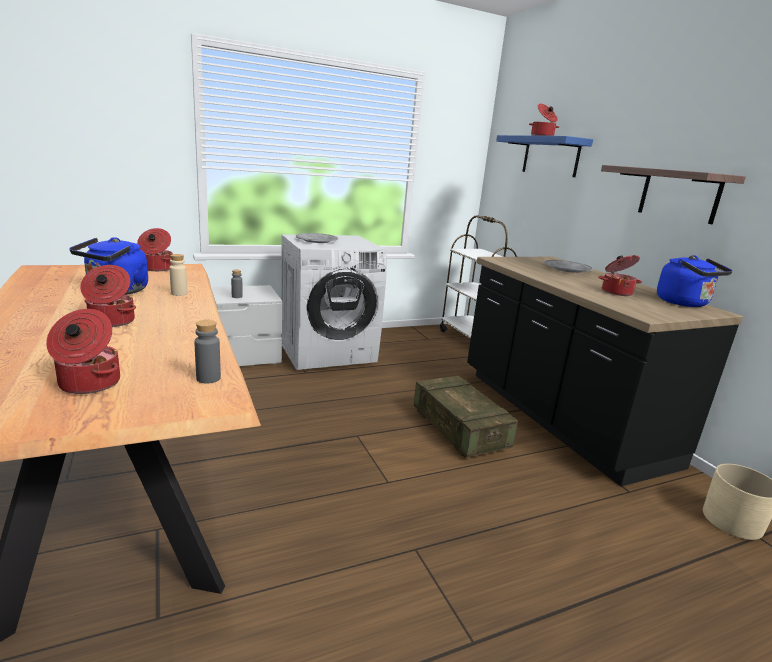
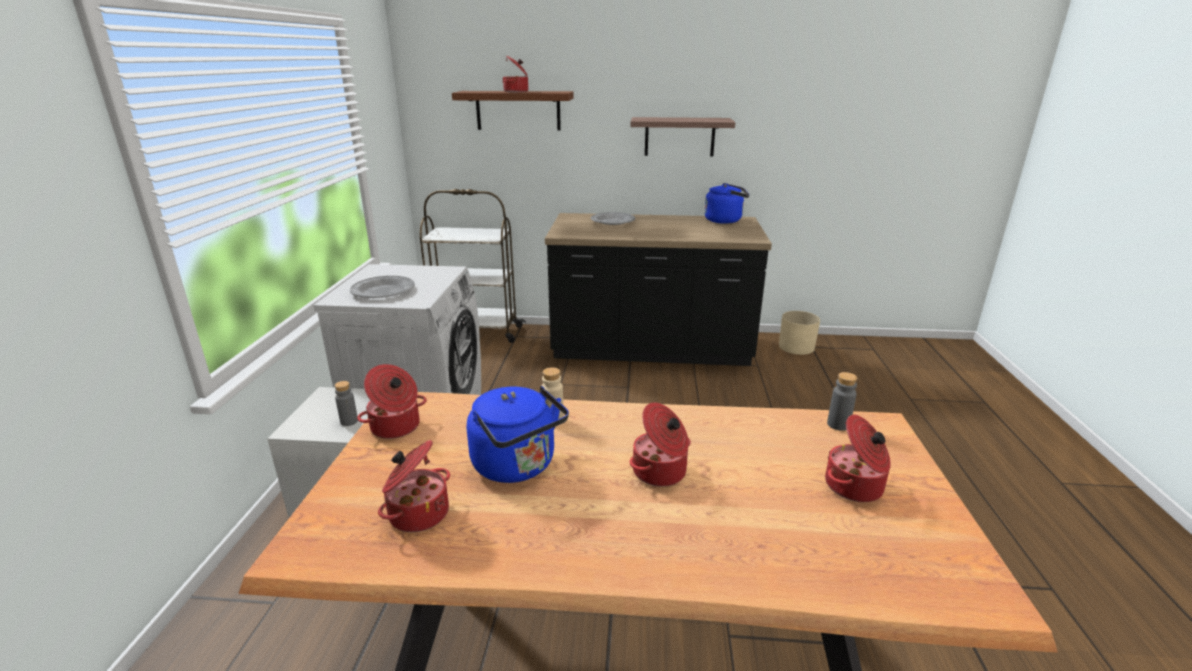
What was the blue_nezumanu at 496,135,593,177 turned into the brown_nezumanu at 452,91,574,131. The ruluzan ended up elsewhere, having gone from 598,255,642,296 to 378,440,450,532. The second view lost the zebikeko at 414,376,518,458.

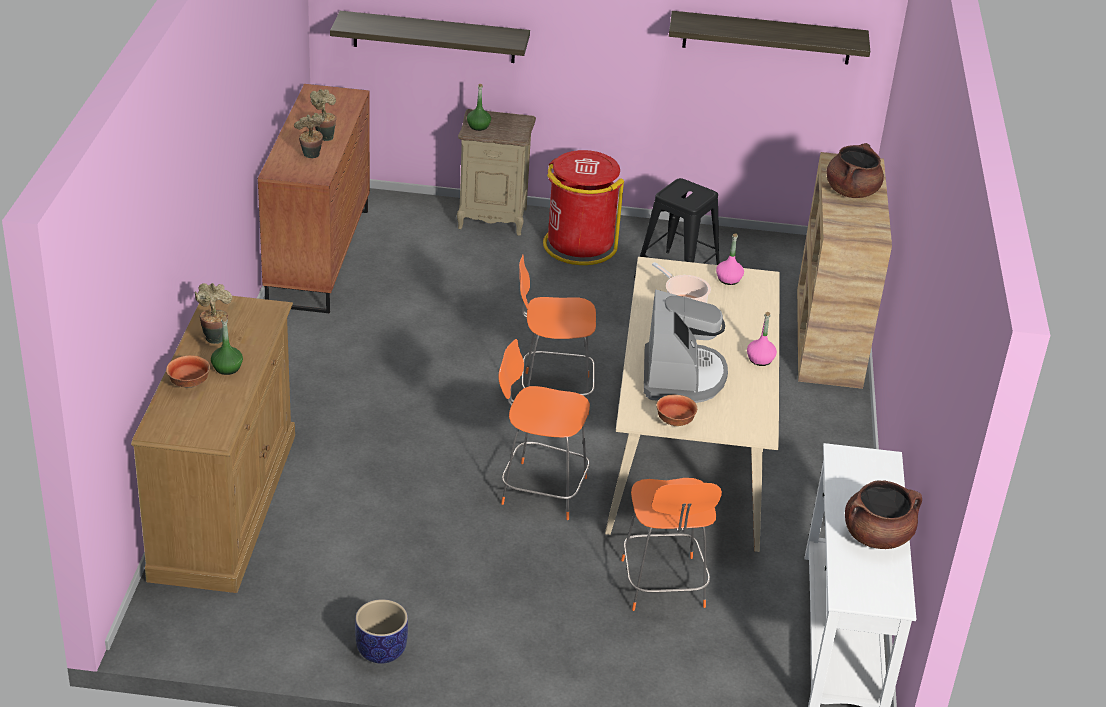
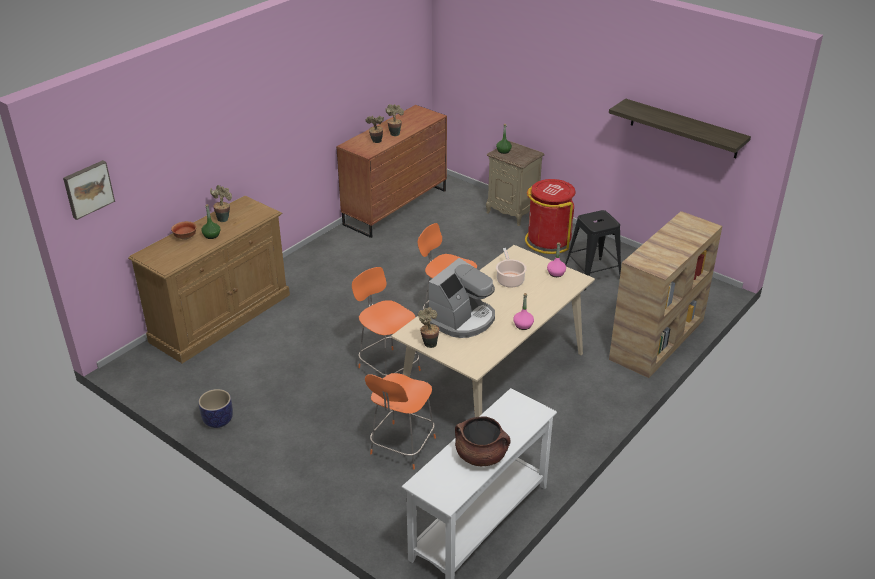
The second view lost the nezumanu at 330,11,530,63. The second view lost the brown_ruluzan at 826,143,884,198. Where the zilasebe stood at 656,394,697,426, the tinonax came to stand at 418,307,439,348. The second view gained the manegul at 63,160,115,220.

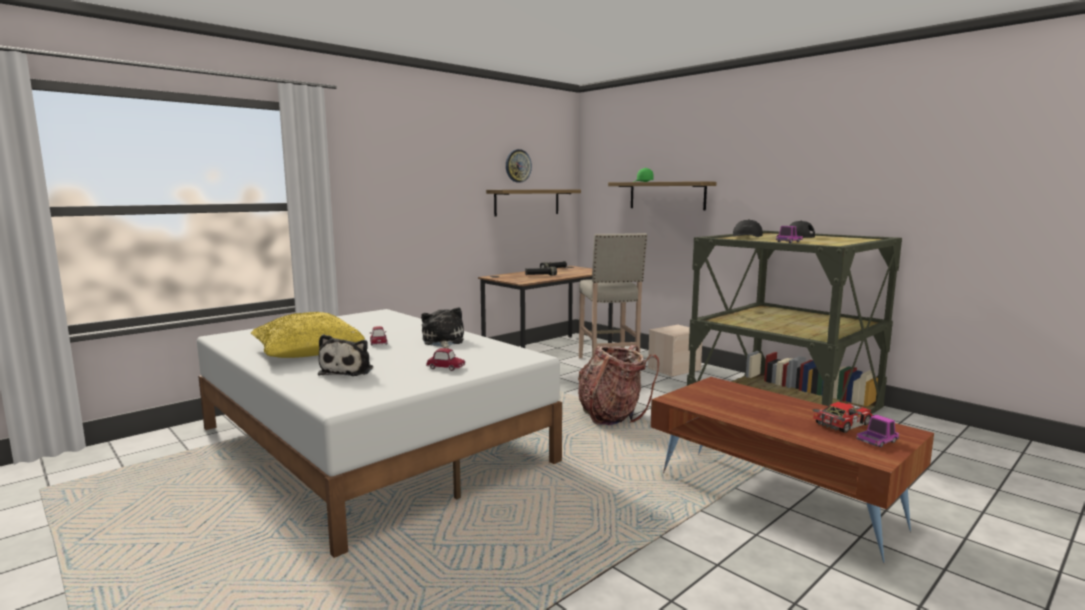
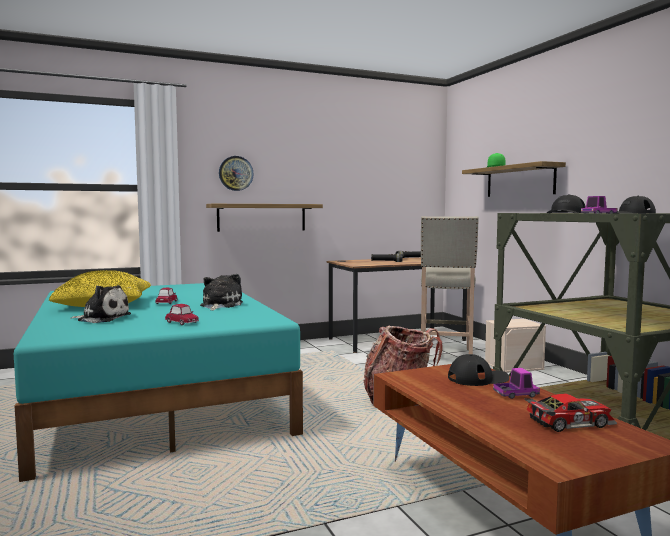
The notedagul ended up elsewhere, having gone from 506,149,532,183 to 219,156,254,191. The nezumanu ended up elsewhere, having gone from 486,190,581,216 to 206,204,323,232. What was the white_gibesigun at 197,309,562,558 turned into the turquoise_gibesigun at 14,283,303,482. The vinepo at 318,334,373,376 ended up facing another way, 105 degrees counterclockwise from before. The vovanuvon ended up elsewhere, having gone from 856,415,899,447 to 493,368,540,399. The second view gained the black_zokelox at 448,354,509,386.

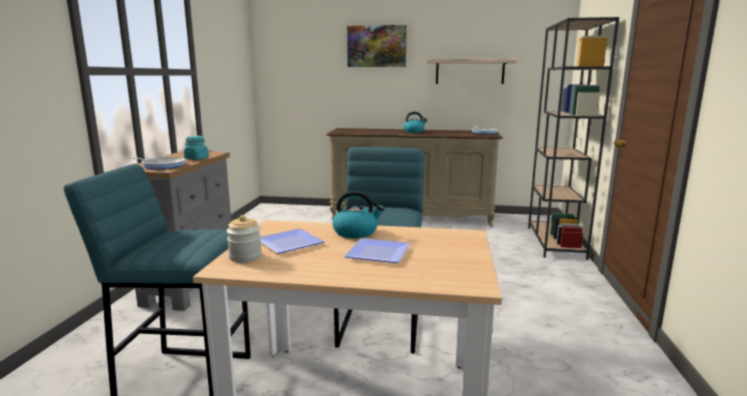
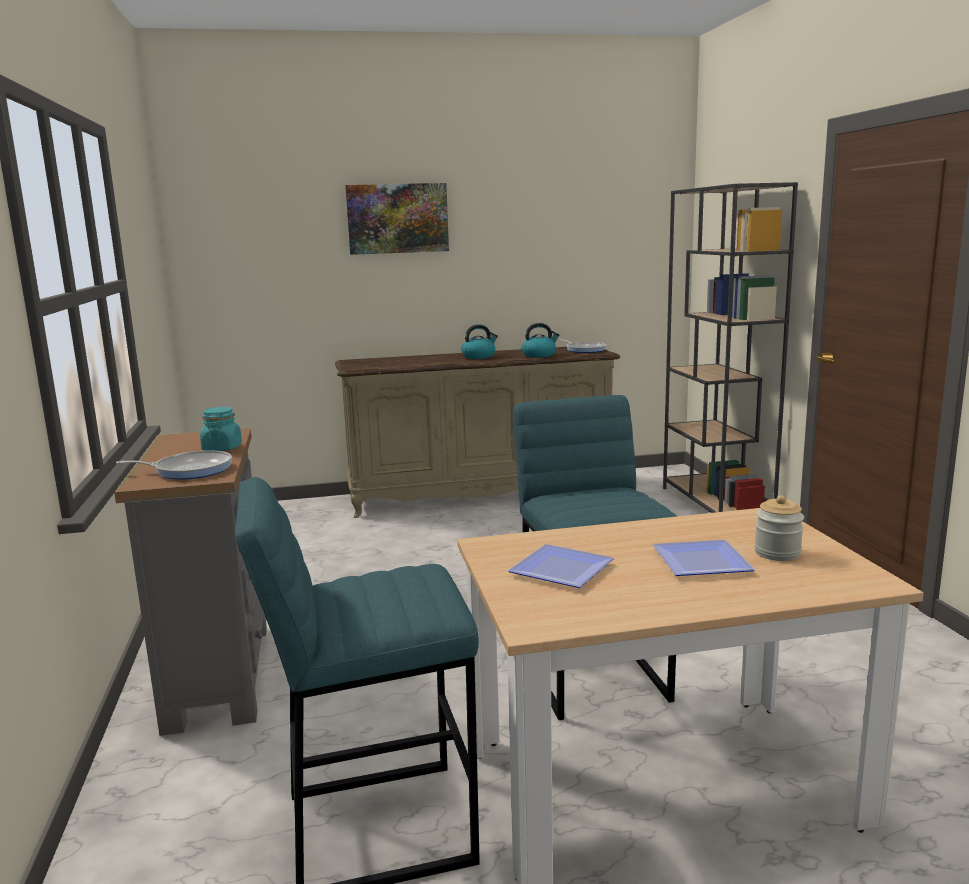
The second view lost the nezumanu at 427,59,518,84. The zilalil ended up elsewhere, having gone from 333,191,384,238 to 522,323,559,358. The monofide ended up elsewhere, having gone from 226,215,262,263 to 754,495,804,561.

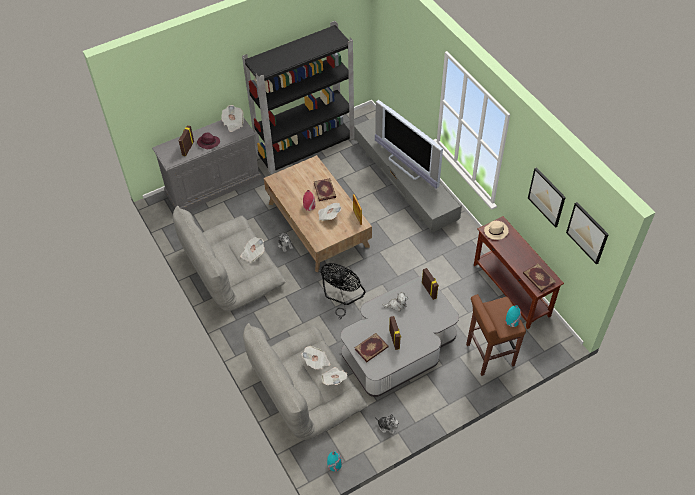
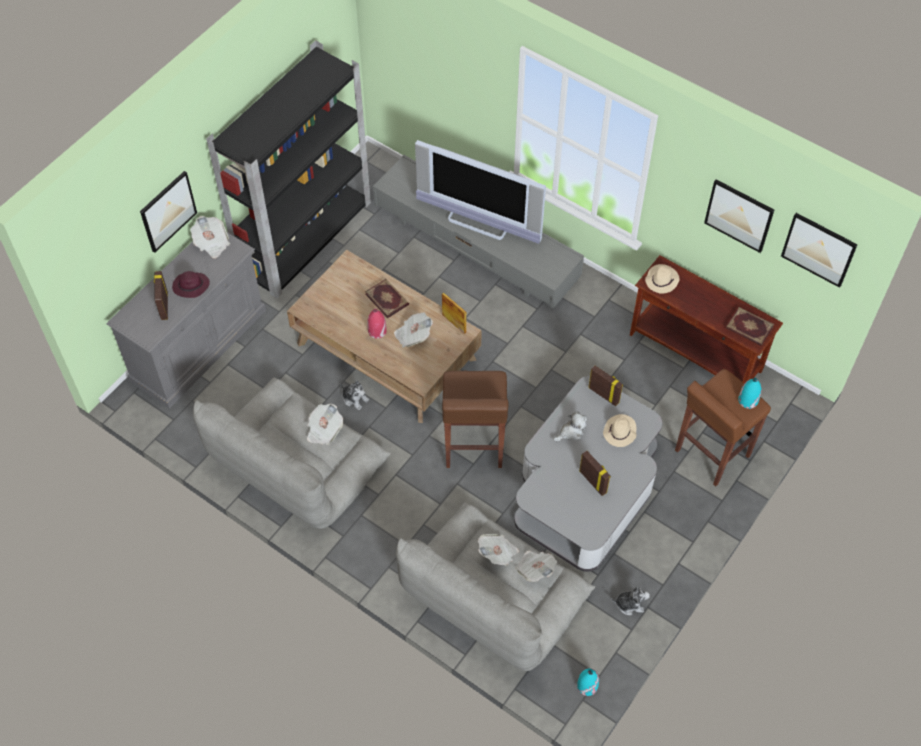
Where the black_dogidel stood at 319,263,365,319, the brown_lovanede came to stand at 442,371,508,468. The second view lost the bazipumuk at 354,333,388,362. The second view gained the manegul at 140,171,197,253. The second view gained the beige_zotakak at 603,414,636,447.

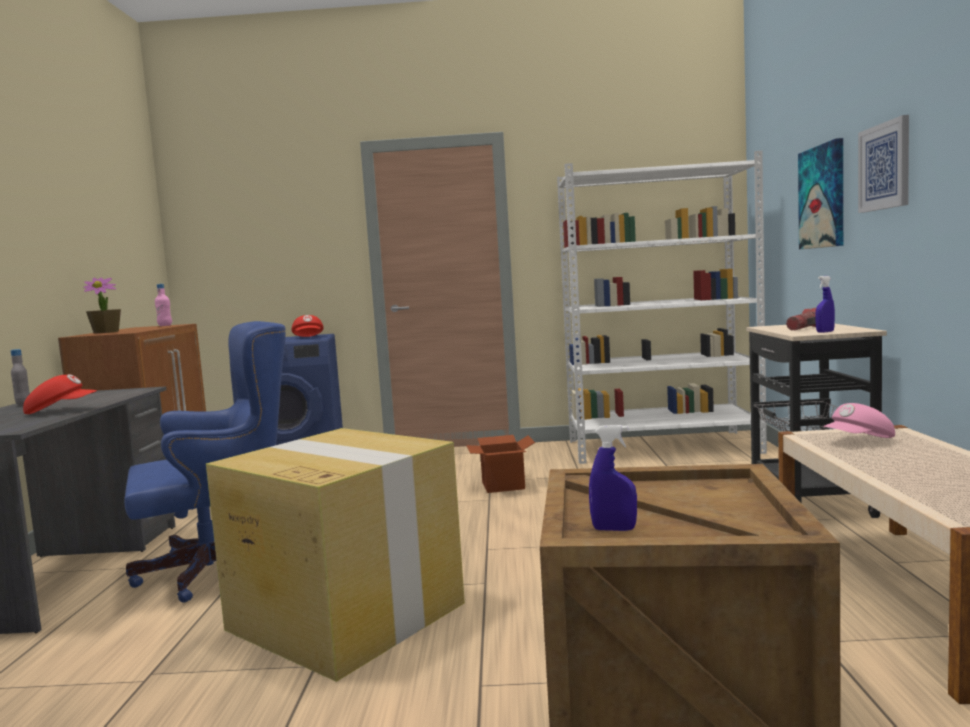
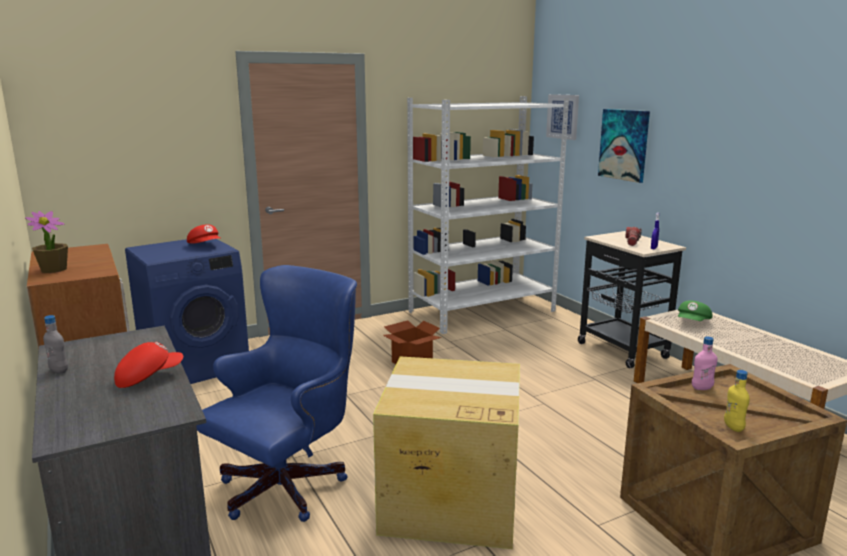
The manegul ended up elsewhere, having gone from 858,115,909,213 to 546,94,579,140. The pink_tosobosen ended up elsewhere, having gone from 155,284,172,326 to 692,336,717,390. What was the pink_zokelox at 823,403,895,438 turned into the green_zokelox at 678,301,713,321. Where the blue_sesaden stood at 589,425,637,531, the yellow_tosobosen came to stand at 724,370,750,432.

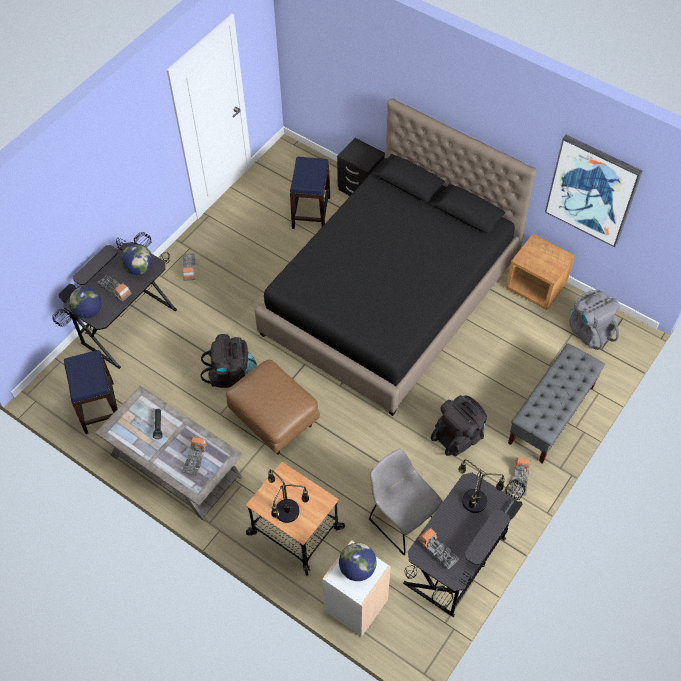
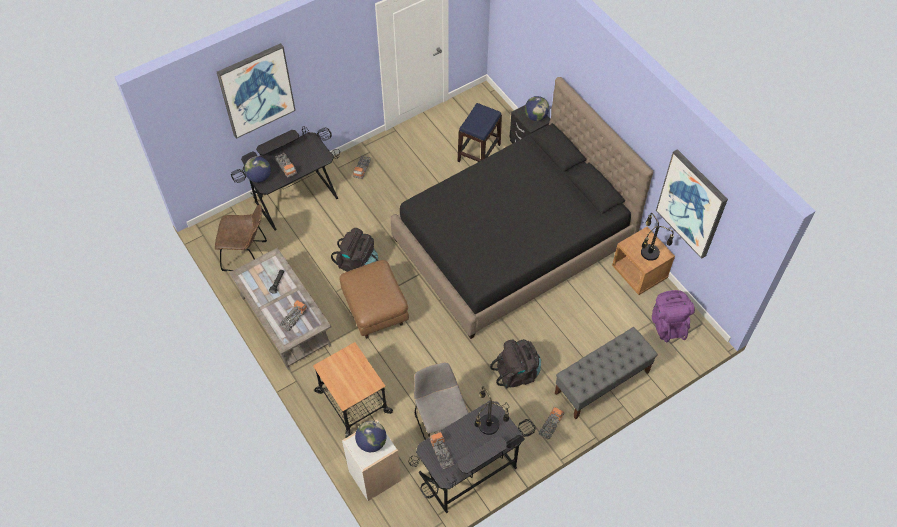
The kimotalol ended up elsewhere, having gone from 121,244,152,275 to 525,96,549,121. What was the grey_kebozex at 569,290,620,350 turned into the purple_kebozex at 652,290,695,342. Where the lovanede stood at 64,350,117,434, the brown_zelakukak came to stand at 215,205,267,271. The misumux ended up elsewhere, having gone from 268,469,309,523 to 641,213,674,261. The second view gained the manegul at 217,43,296,139.

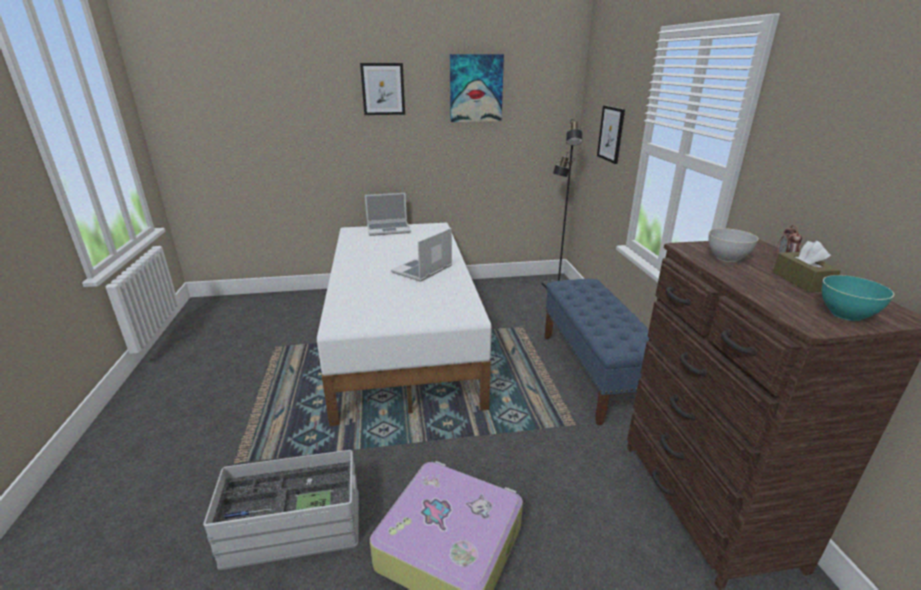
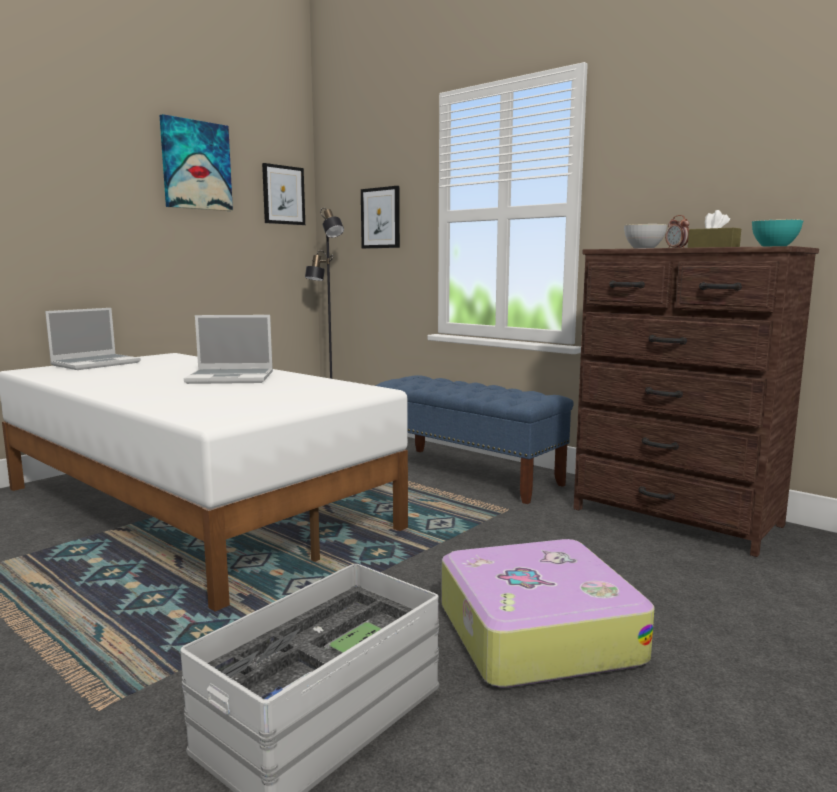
The manegul ended up elsewhere, having gone from 360,63,405,115 to 262,163,305,225. The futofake at 391,228,452,282 ended up facing another way, 90 degrees counterclockwise from before.

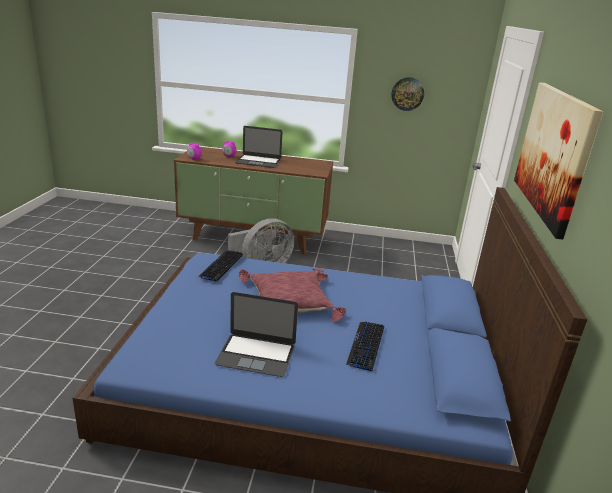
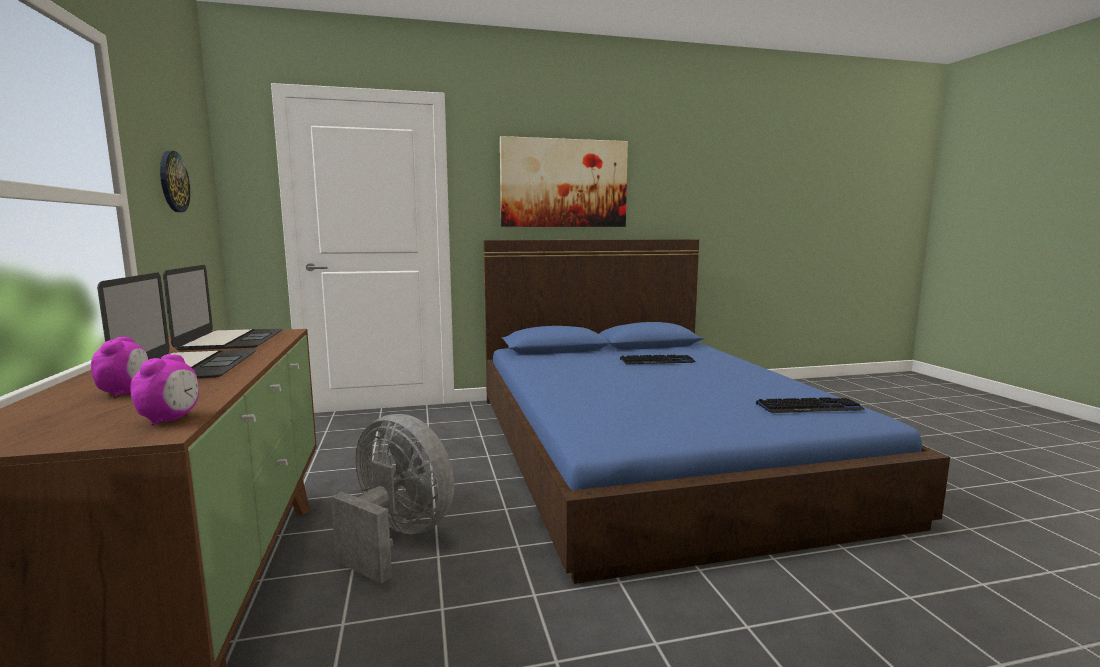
The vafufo ended up elsewhere, having gone from 198,250,243,282 to 756,397,865,413. The second view lost the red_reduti at 239,268,346,321. The futofake ended up elsewhere, having gone from 215,292,298,377 to 163,265,283,350.

